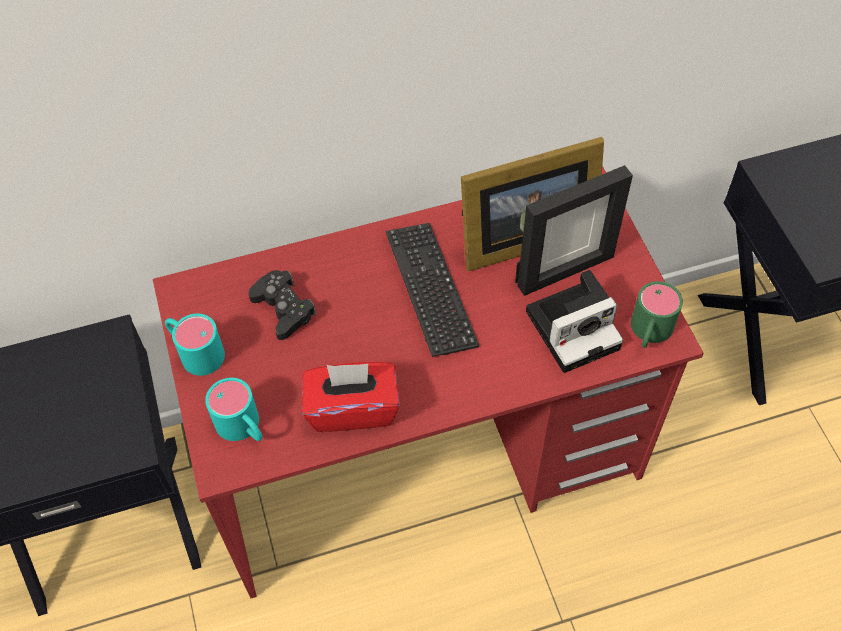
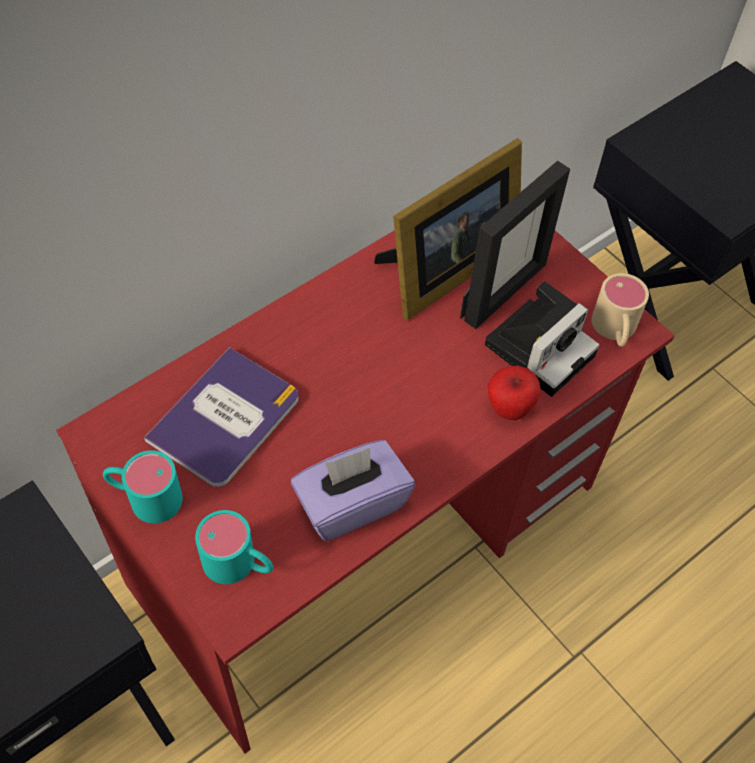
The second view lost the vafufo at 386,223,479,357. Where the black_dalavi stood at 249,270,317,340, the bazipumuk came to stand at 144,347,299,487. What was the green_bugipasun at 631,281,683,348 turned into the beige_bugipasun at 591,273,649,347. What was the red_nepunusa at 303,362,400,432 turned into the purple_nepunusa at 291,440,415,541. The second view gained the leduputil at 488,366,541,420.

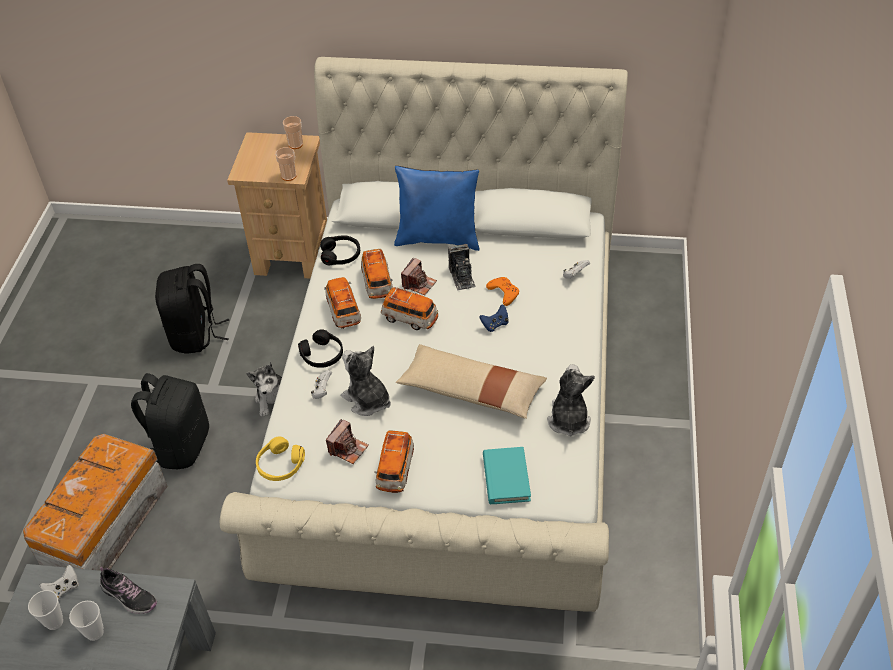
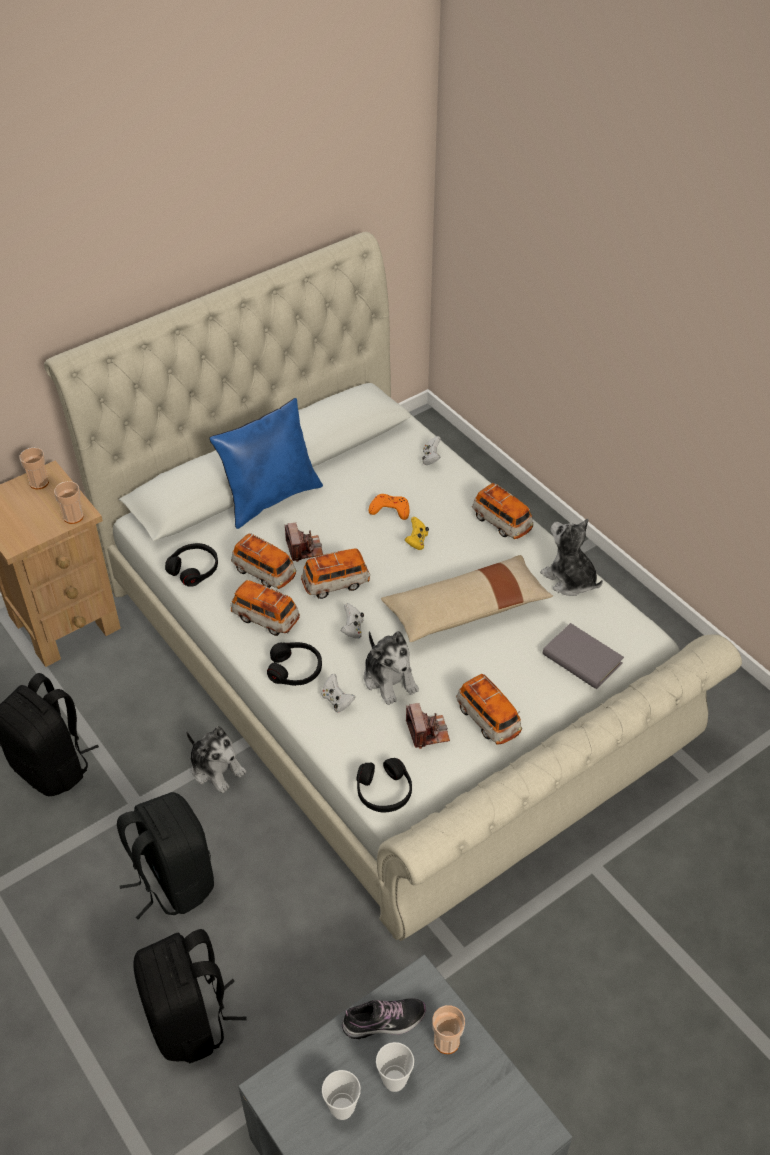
The second view lost the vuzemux at 448,244,475,291. What was the blue_dalavi at 479,304,509,332 turned into the yellow_dalavi at 405,517,429,550. The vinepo at 341,346,391,416 ended up facing another way, 120 degrees counterclockwise from before. Where the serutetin stood at 23,434,168,571, the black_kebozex came to stand at 133,929,247,1063. What was the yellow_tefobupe at 256,437,305,481 turned into the black_tefobupe at 357,758,412,812. What was the turquoise_bazipumuk at 483,447,531,504 turned into the grey_bazipumuk at 543,623,624,689. The white_dalavi ended up elsewhere, having gone from 39,565,79,600 to 341,603,364,639. The second view gained the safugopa at 472,483,533,539. The second view gained the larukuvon at 432,1005,465,1054.

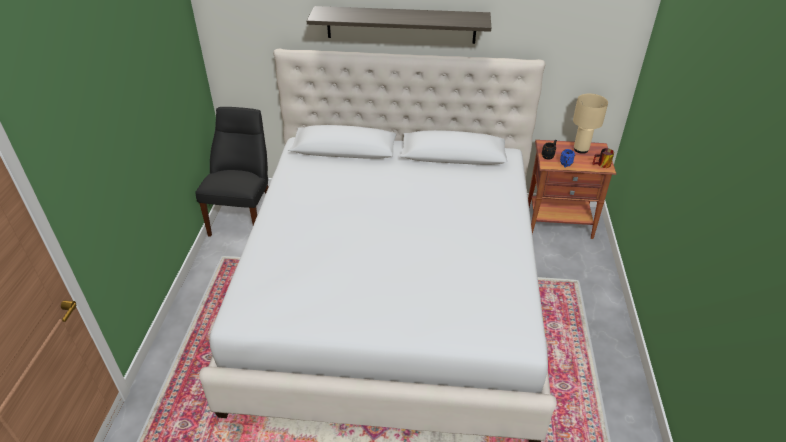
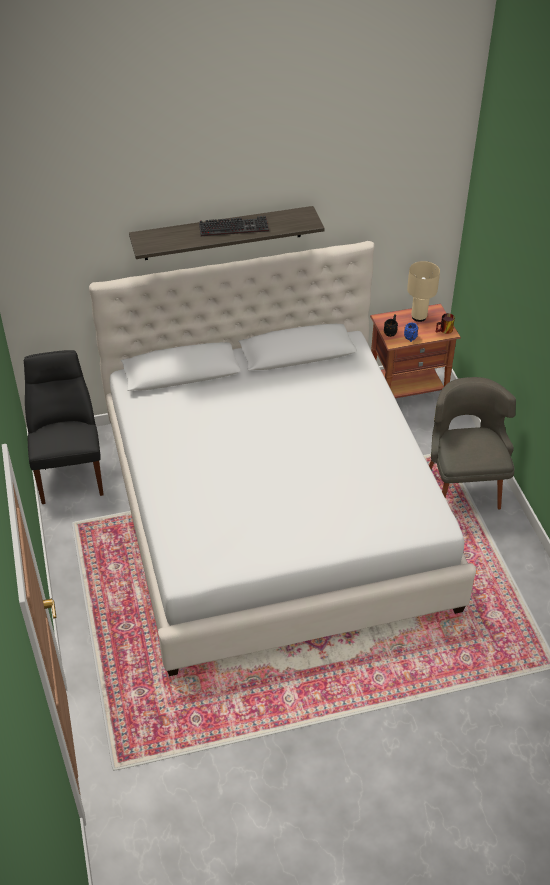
The second view gained the vafufo at 199,216,269,236. The second view gained the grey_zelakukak at 429,377,516,509.

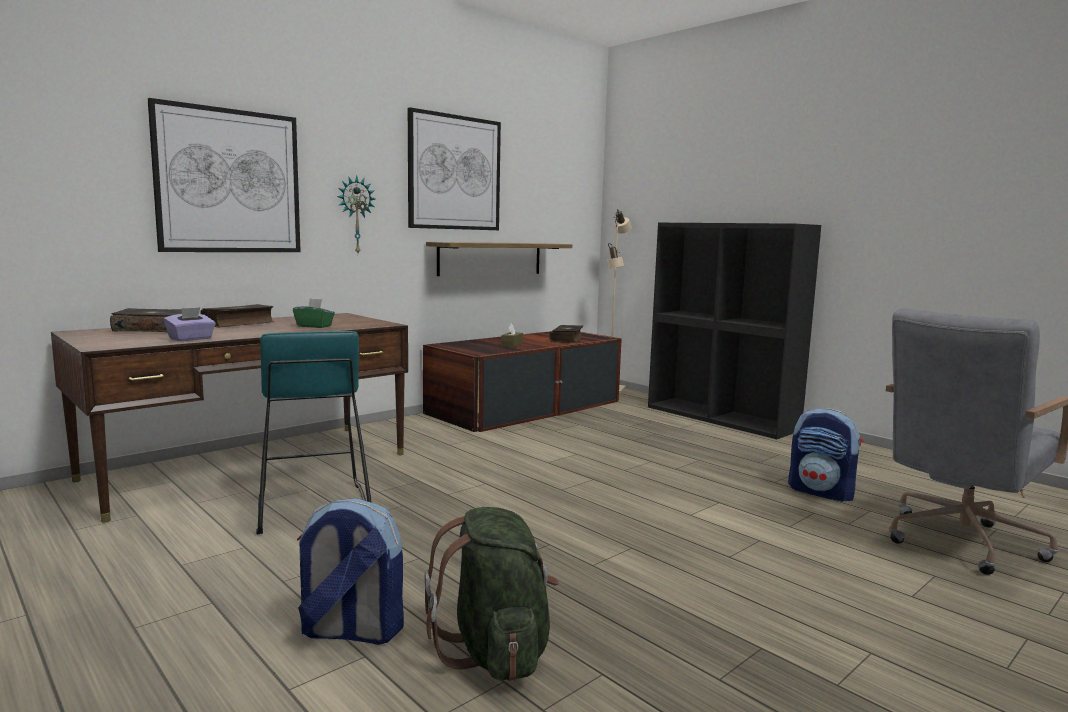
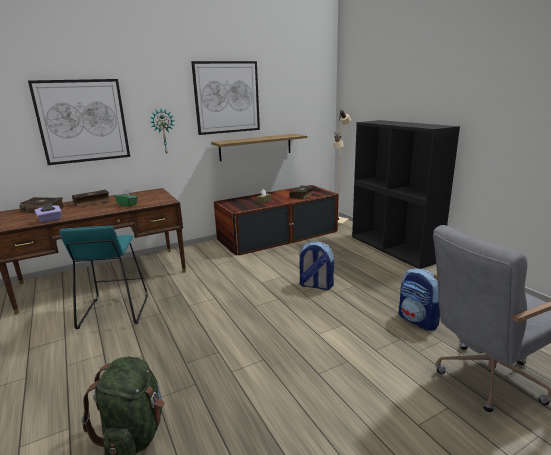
The kebozex ended up elsewhere, having gone from 297,498,404,645 to 298,241,334,290.

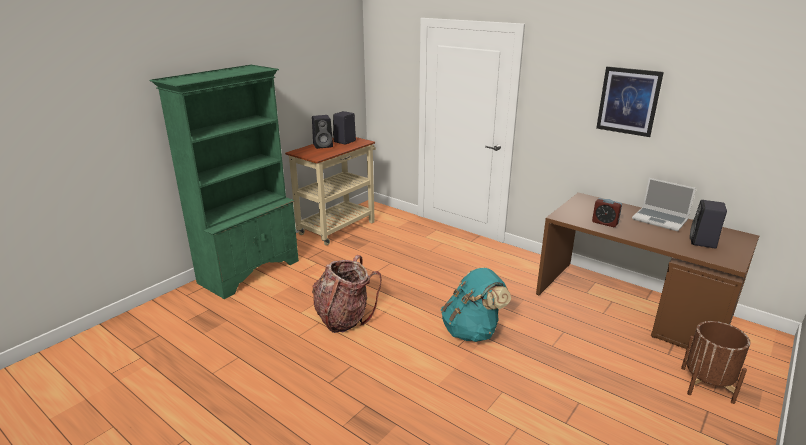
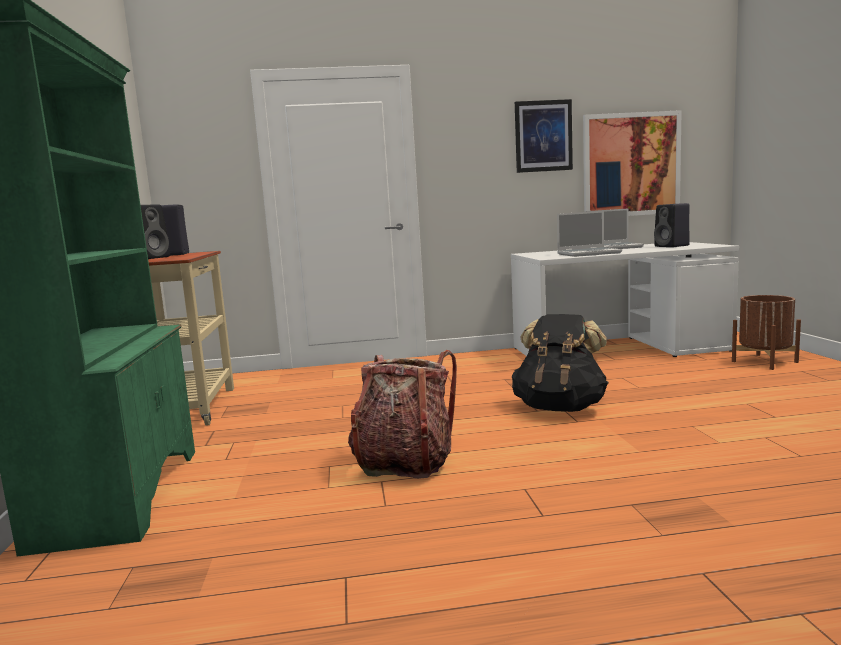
What was the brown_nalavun at 536,193,759,349 turned into the white_nalavun at 511,242,739,357. Where the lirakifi stood at 592,198,622,227, the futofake came to stand at 557,211,622,257. What was the turquoise_kebozex at 441,267,511,342 turned into the black_kebozex at 512,314,609,412. The second view gained the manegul at 583,110,682,216.

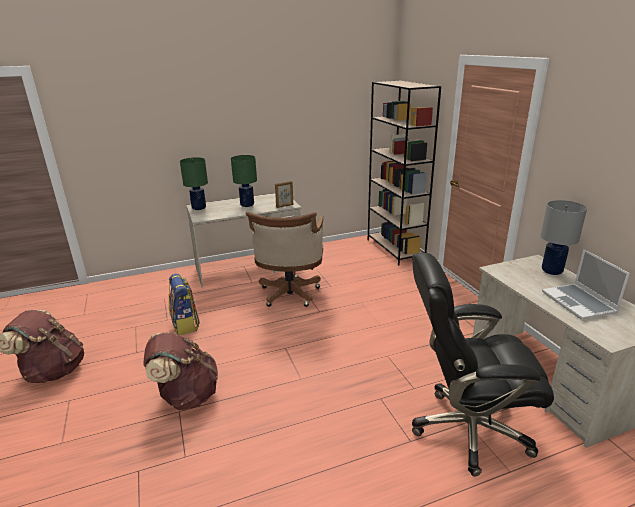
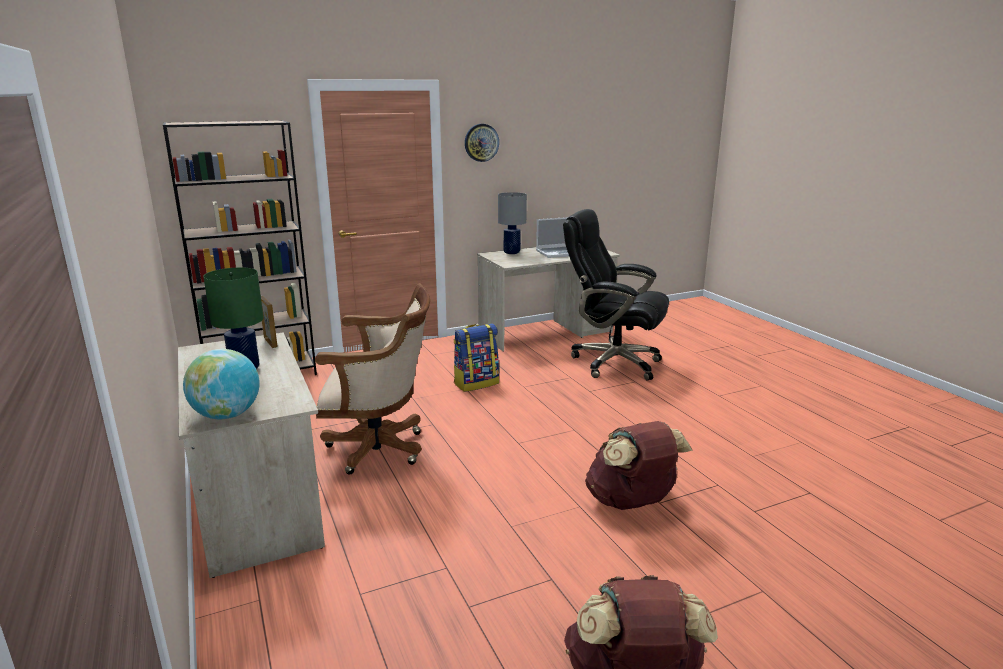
Where the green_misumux stood at 180,157,208,210, the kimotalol came to stand at 183,349,260,419. The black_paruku at 412,252,554,477 ended up facing another way, 120 degrees clockwise from before. The kebozex ended up elsewhere, having gone from 168,274,200,335 to 454,324,499,392. The second view gained the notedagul at 465,124,499,162.

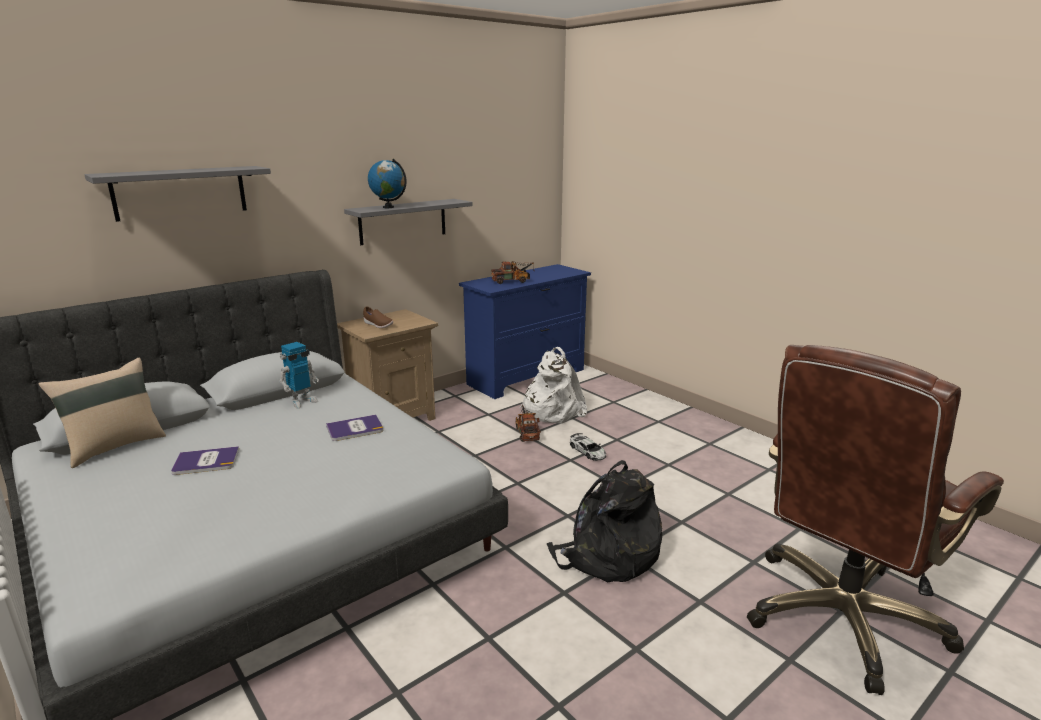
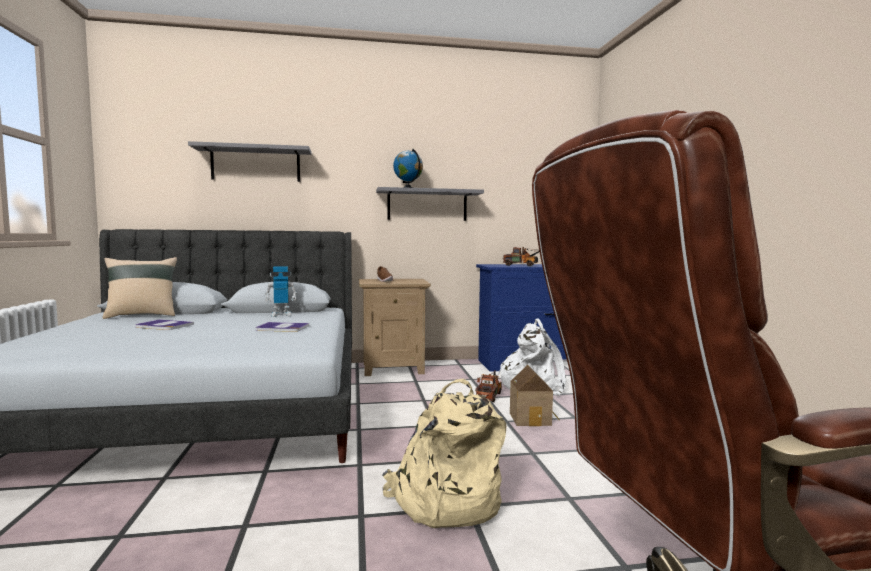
Where the safugopa stood at 570,433,606,461, the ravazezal came to stand at 510,365,560,426. What was the black_kebozex at 547,460,662,583 turned into the beige_kebozex at 382,379,506,528.

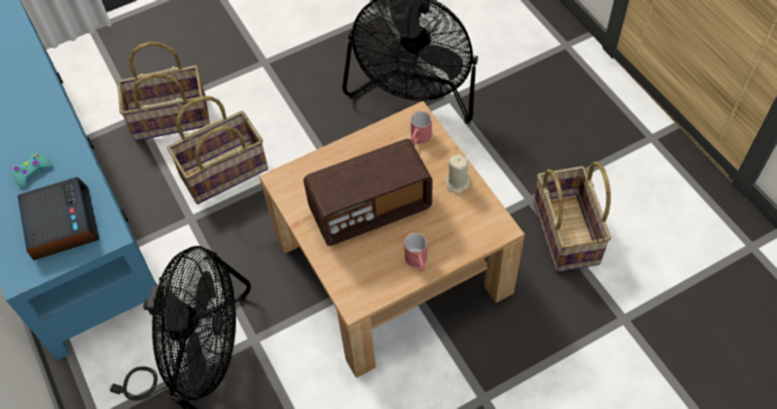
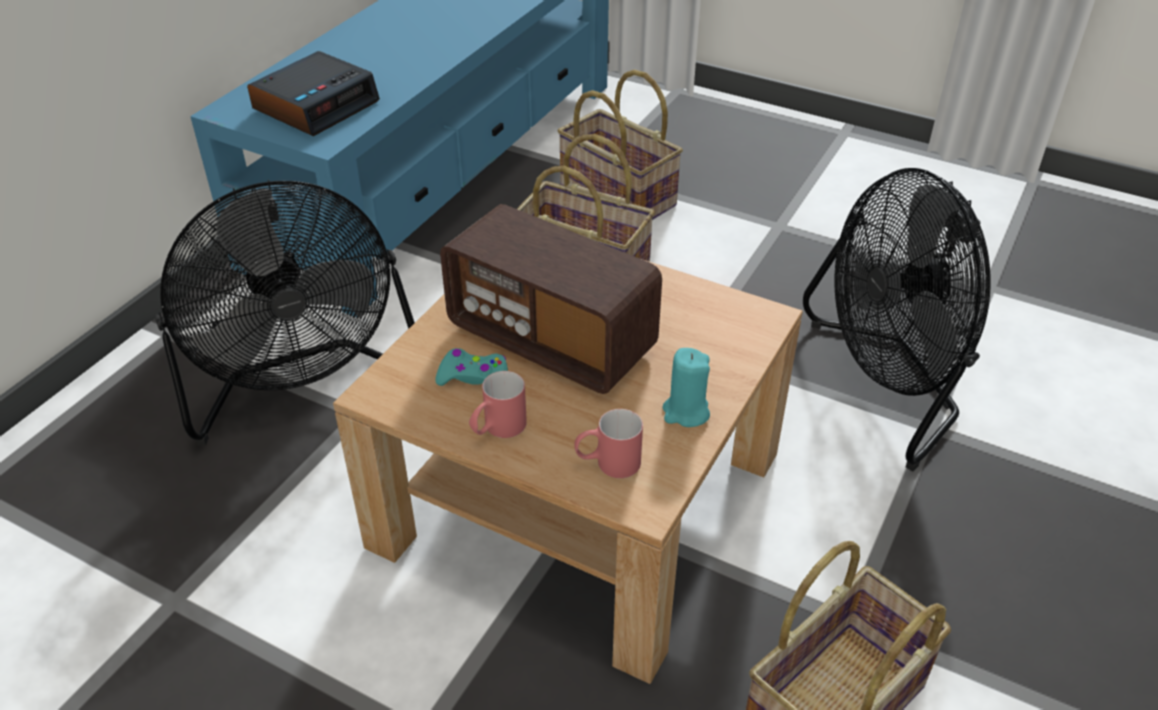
The red_bugipasun ended up elsewhere, having gone from 410,111,432,146 to 574,409,643,478. The turquoise_dalavi ended up elsewhere, having gone from 11,152,53,188 to 435,348,508,386. What was the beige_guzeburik at 446,154,470,194 turned into the turquoise_guzeburik at 662,348,710,427.

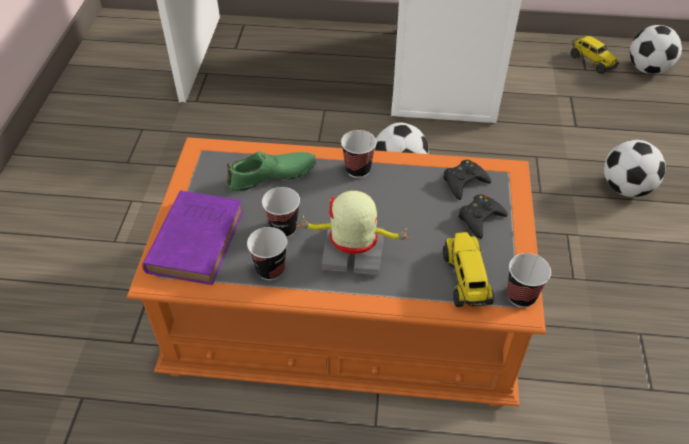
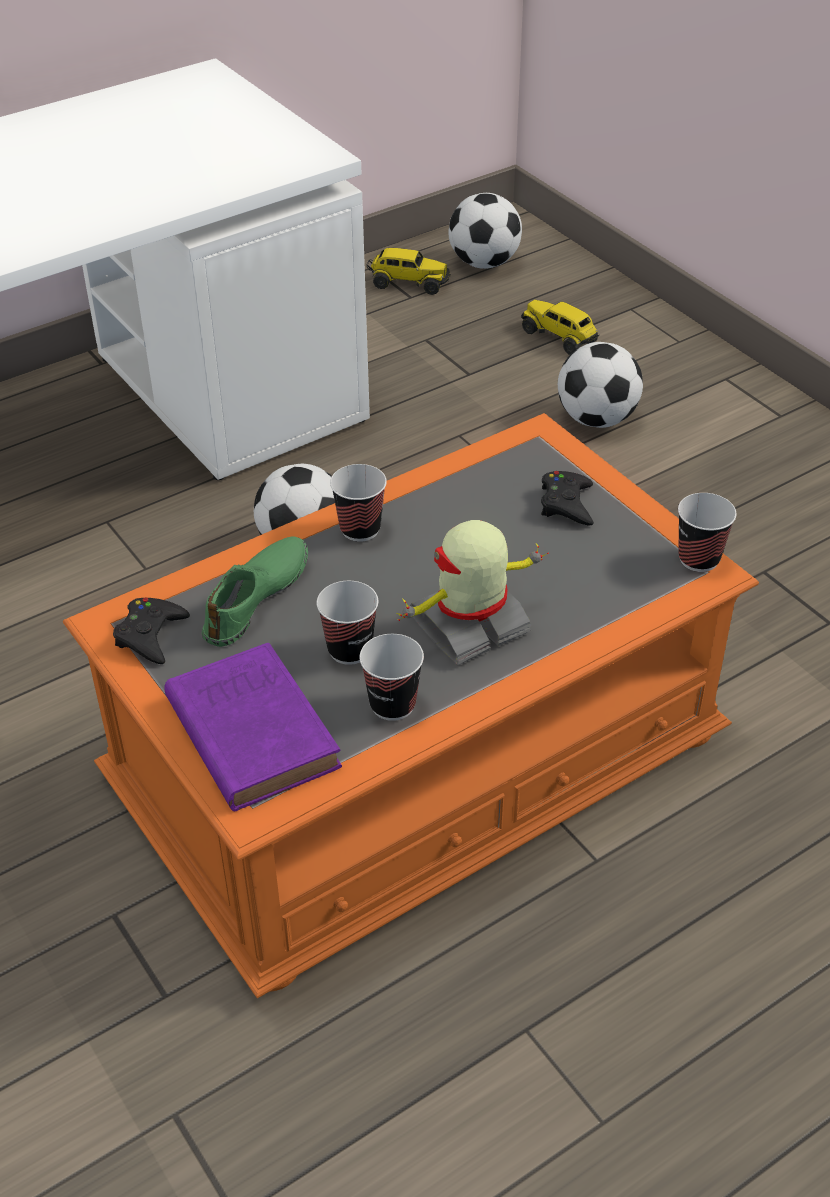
The black_dalavi ended up elsewhere, having gone from 443,160,491,200 to 113,598,190,664. The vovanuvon ended up elsewhere, having gone from 443,232,494,307 to 521,299,600,355.

